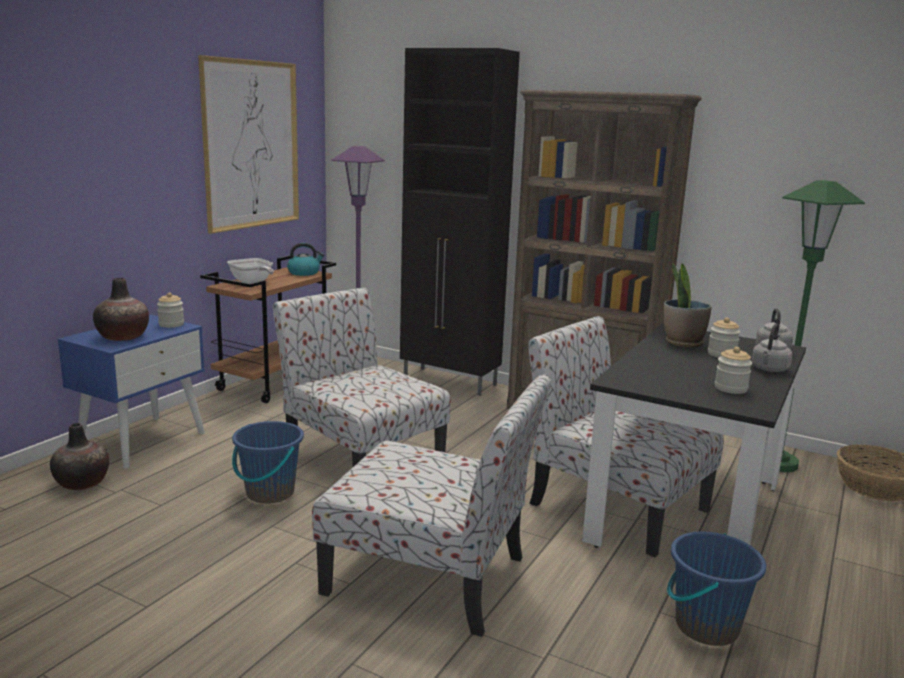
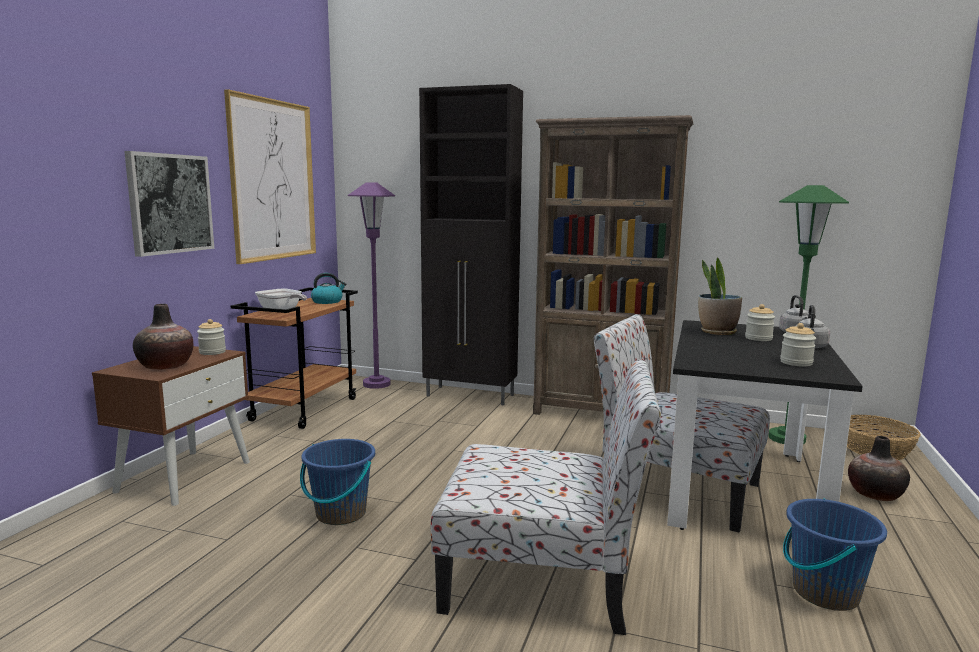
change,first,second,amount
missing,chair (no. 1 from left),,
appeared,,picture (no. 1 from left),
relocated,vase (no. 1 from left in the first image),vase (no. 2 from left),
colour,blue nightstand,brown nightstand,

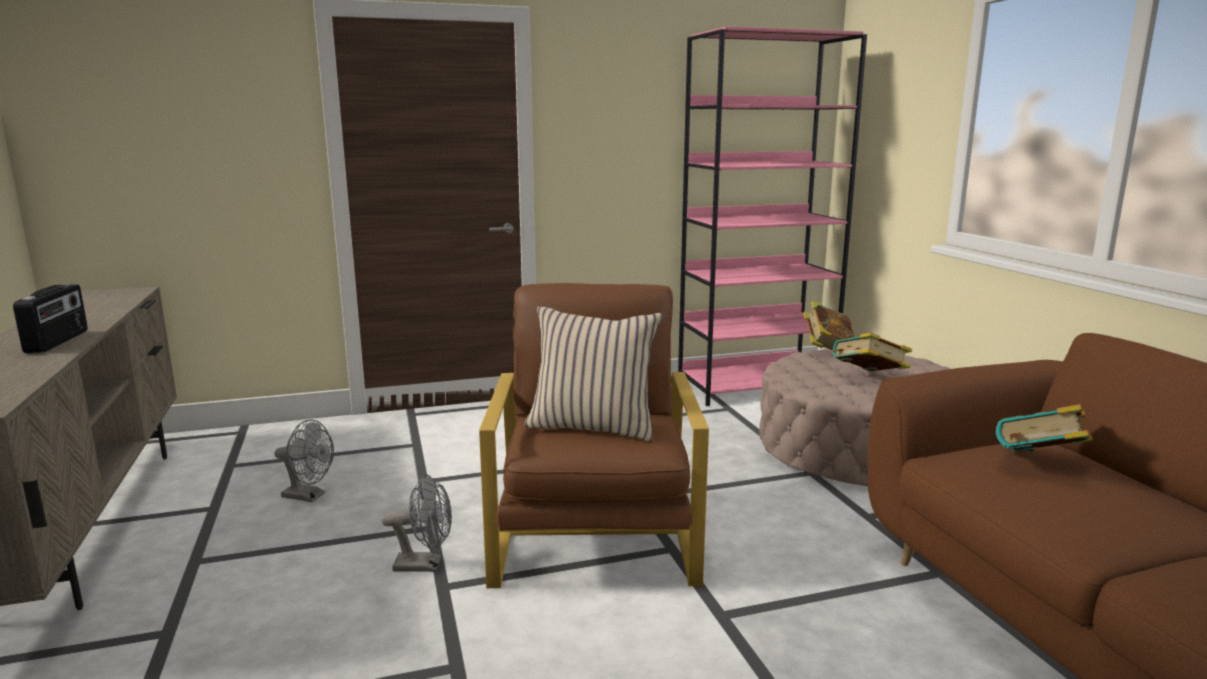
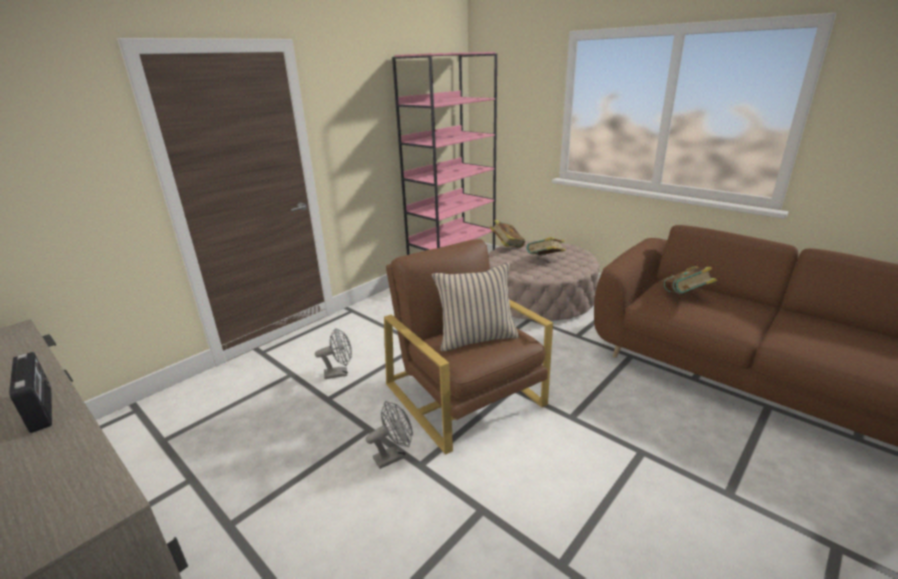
change,first,second,amount
relocated,grey fan (no. 1 from left),,

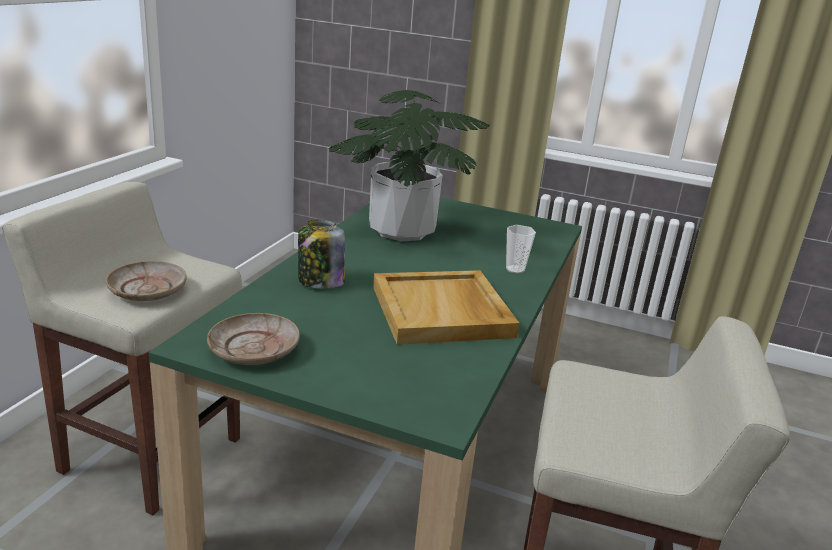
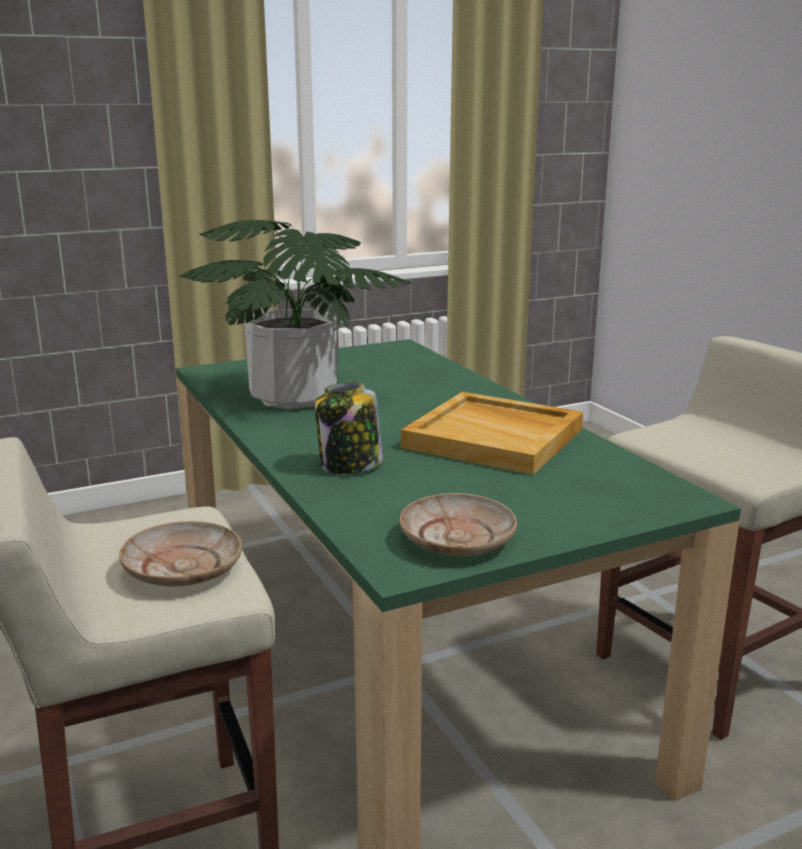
change,first,second,amount
missing,cup,,

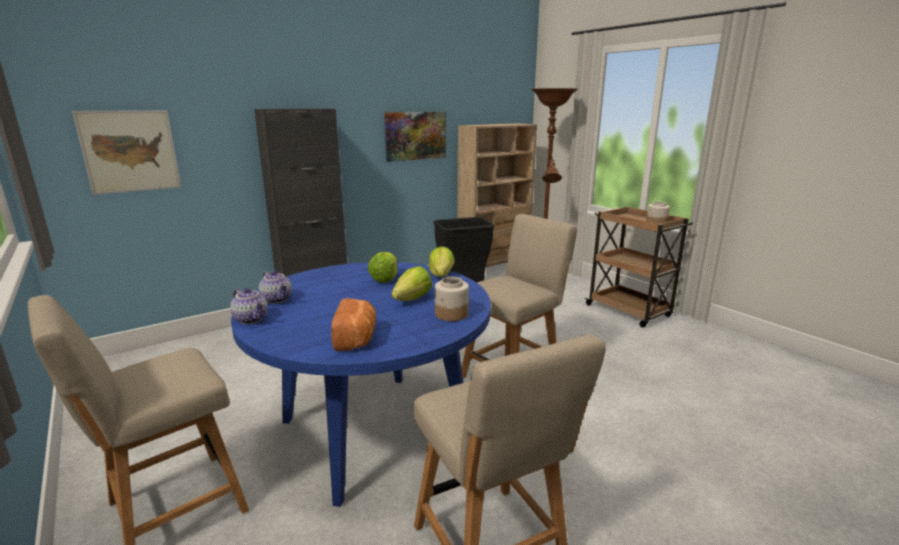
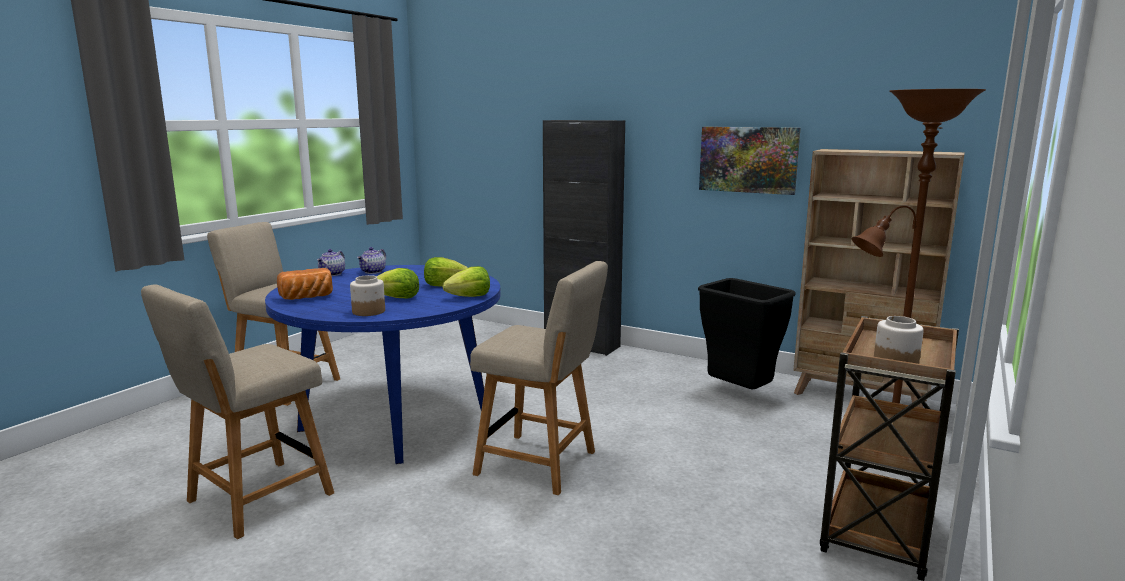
change,first,second,amount
missing,picture (no. 1 from left),,

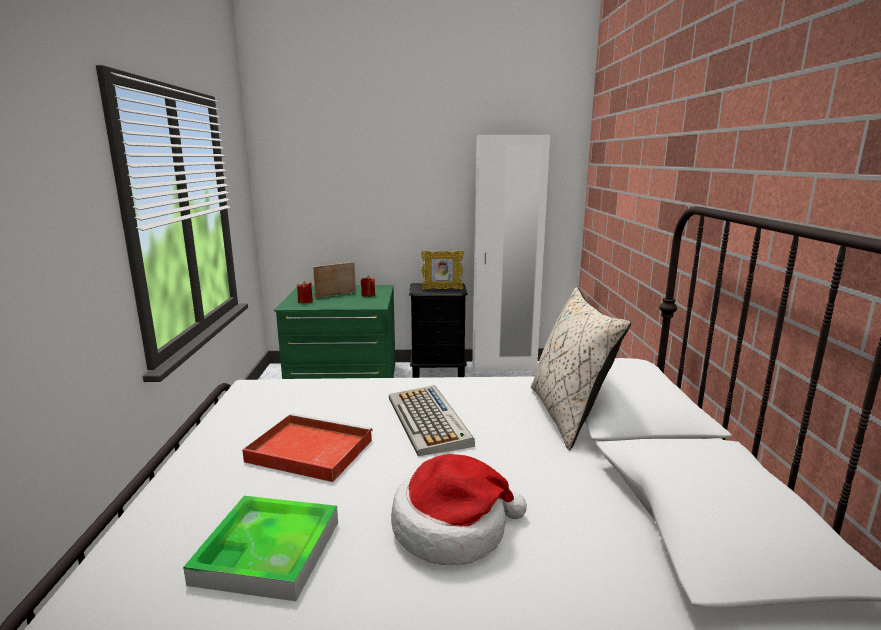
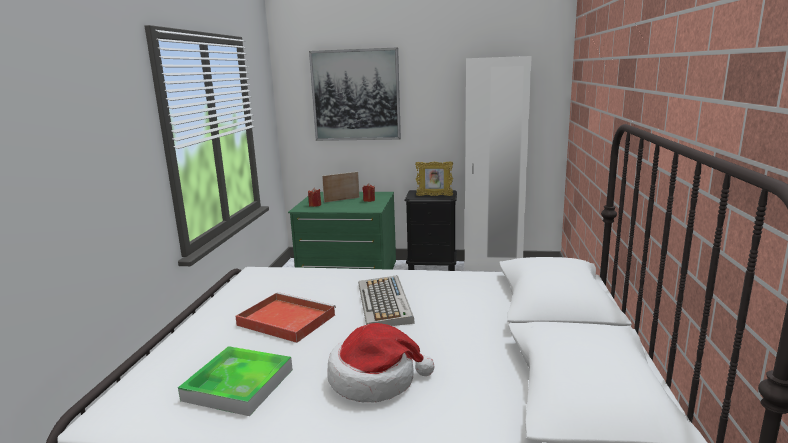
change,first,second,amount
missing,beige pillow,,
appeared,,picture,

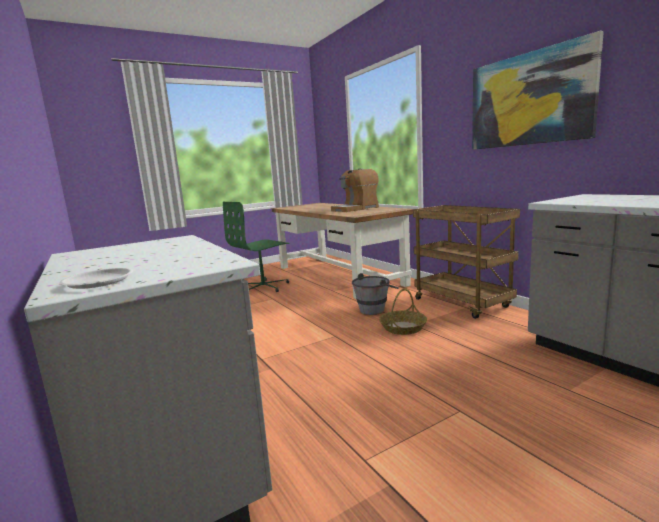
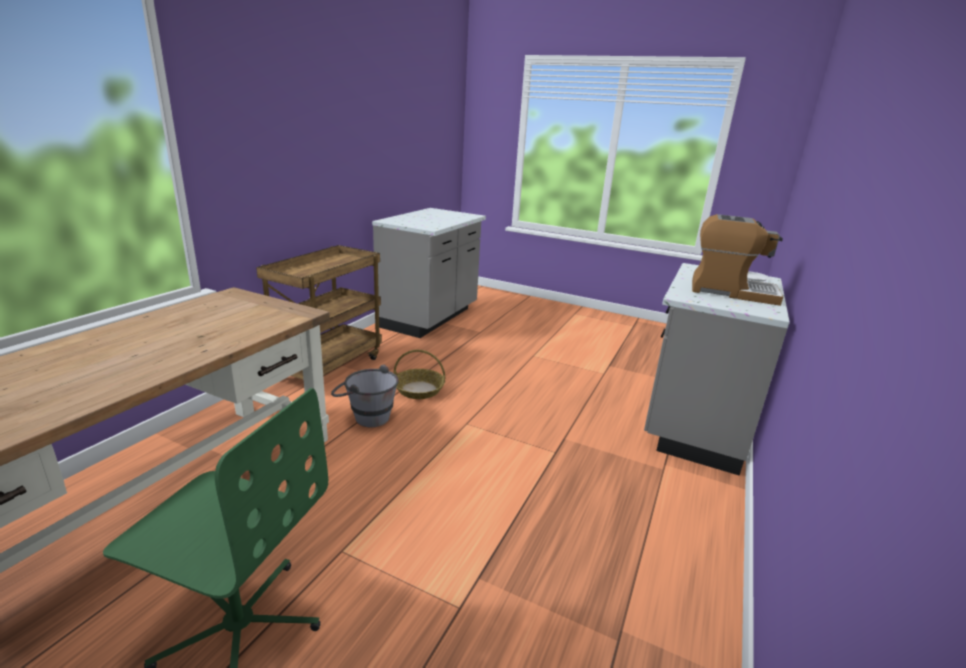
change,first,second,amount
missing,picture,,
relocated,coffee machine,,

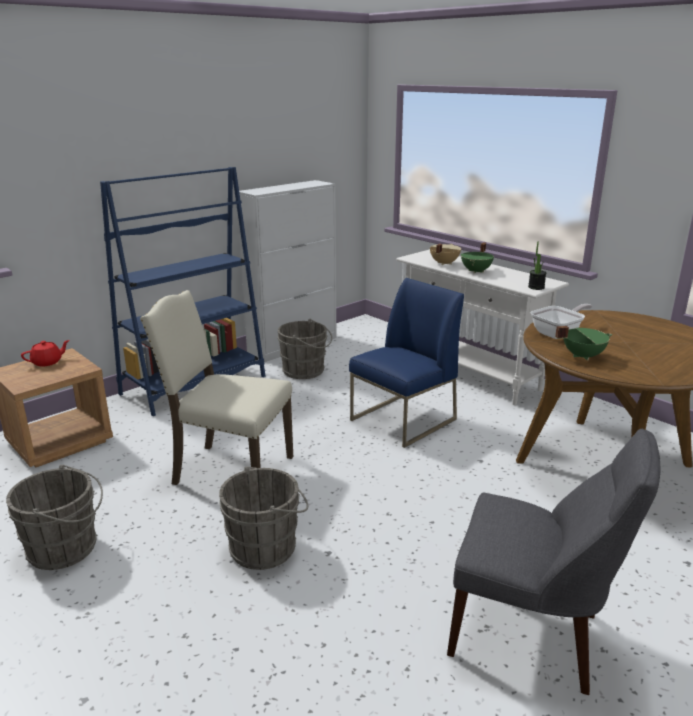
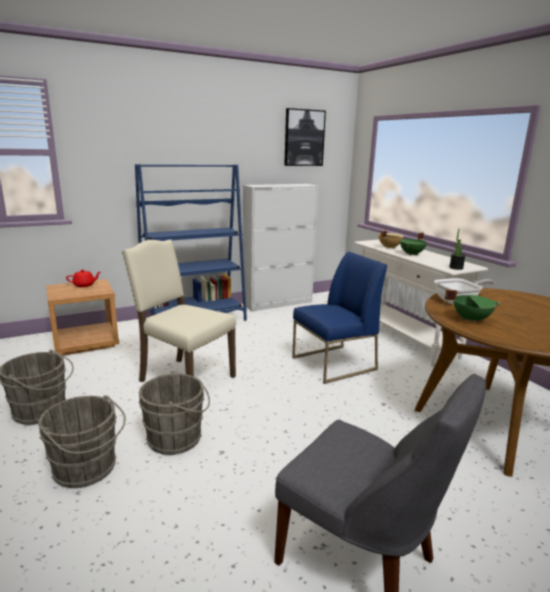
change,first,second,amount
appeared,,picture,
relocated,grey bucket (no. 3 from left in the first image),grey bucket (no. 2 from left),

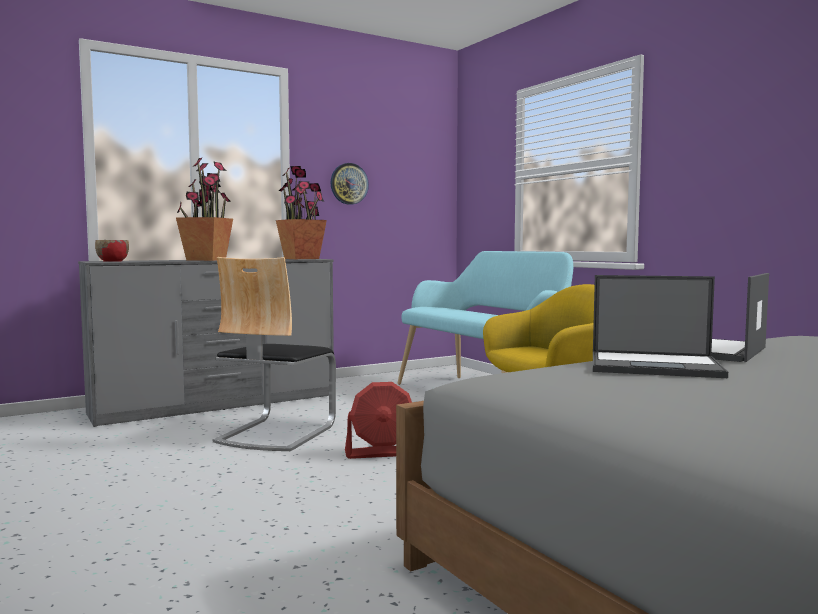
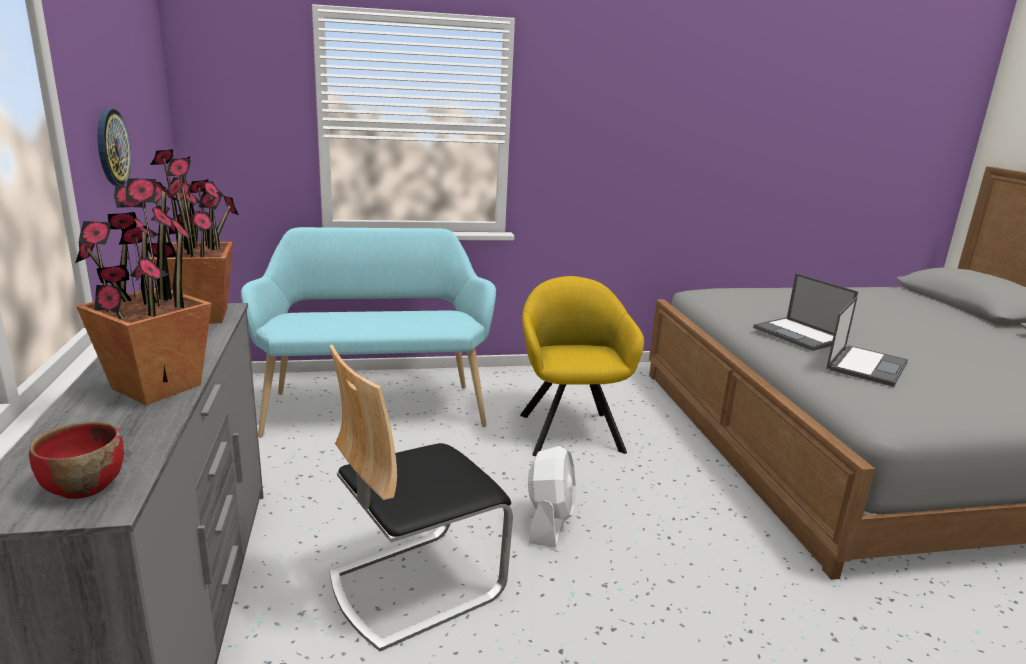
change,first,second,amount
colour,red fan,white fan,
spun,chair,,105 degrees clockwise

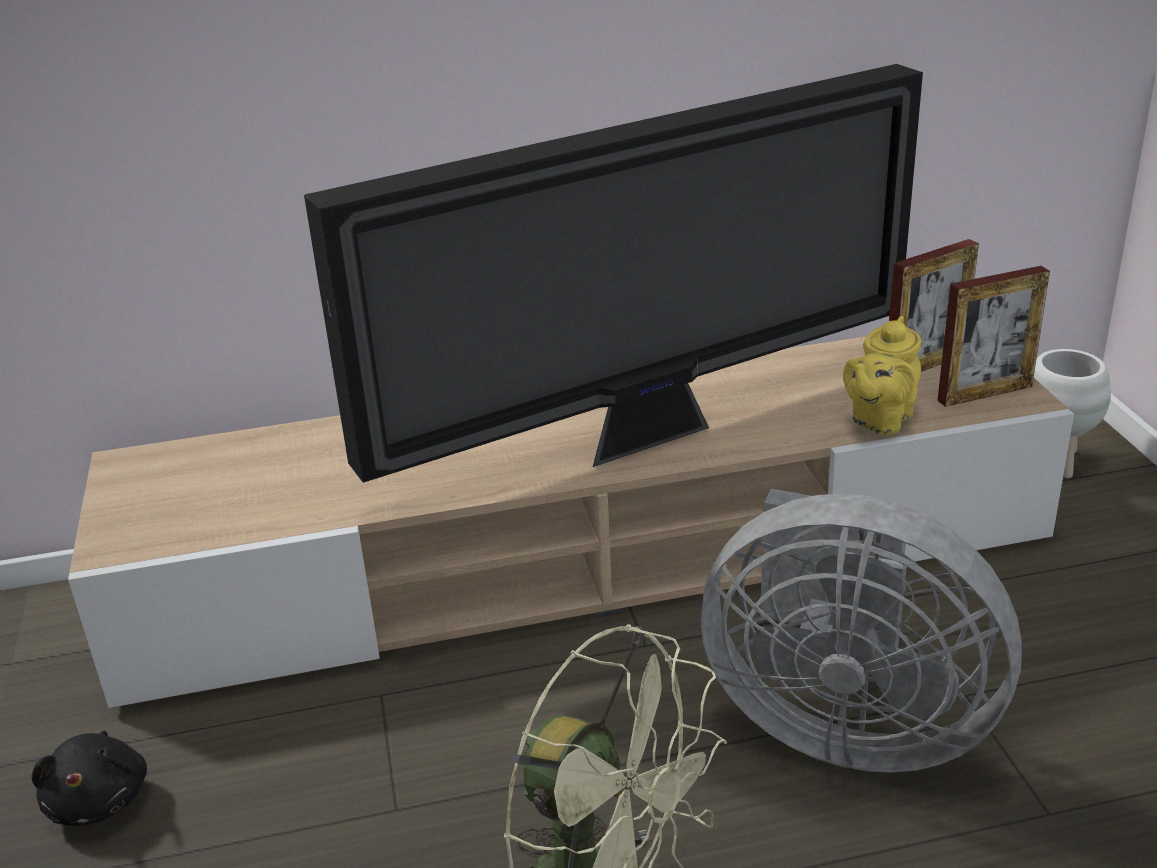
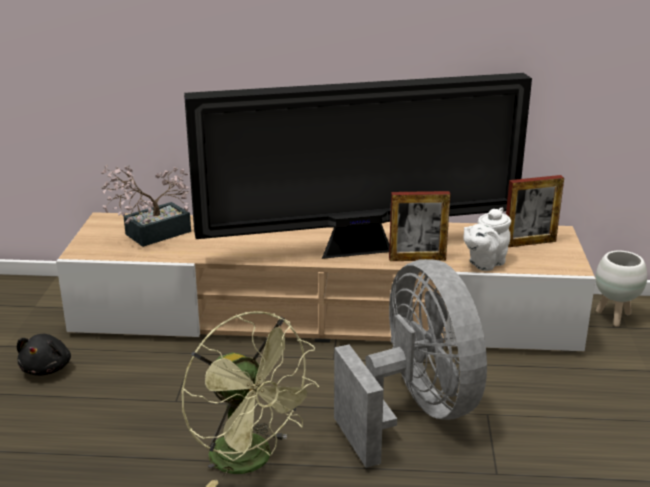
change,first,second,amount
appeared,,potted plant,
relocated,picture frame (no. 2 from left in the first image),picture frame (no. 1 from left),
colour,yellow teapot,white teapot,
spun,grey fan,,150 degrees counterclockwise

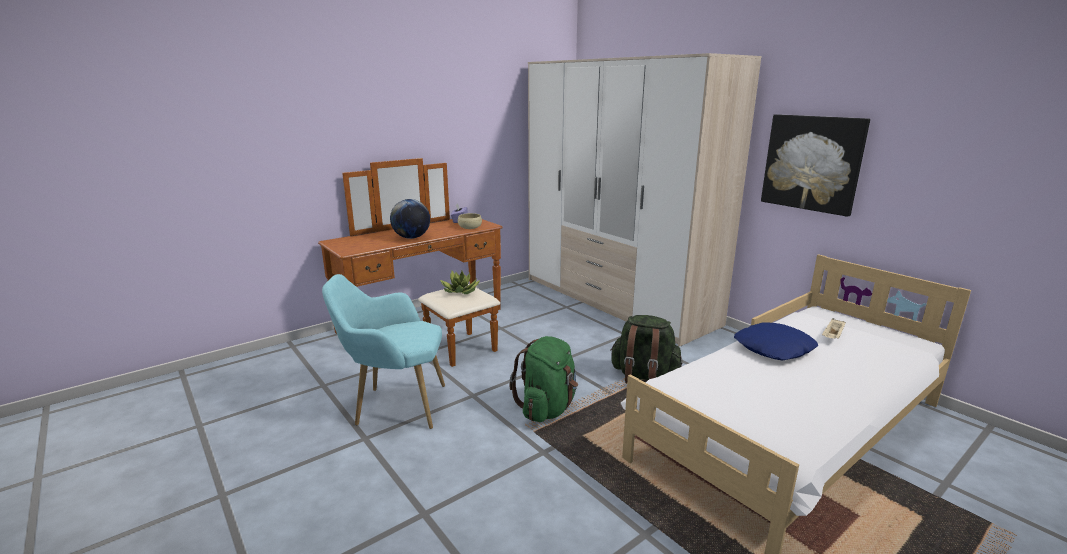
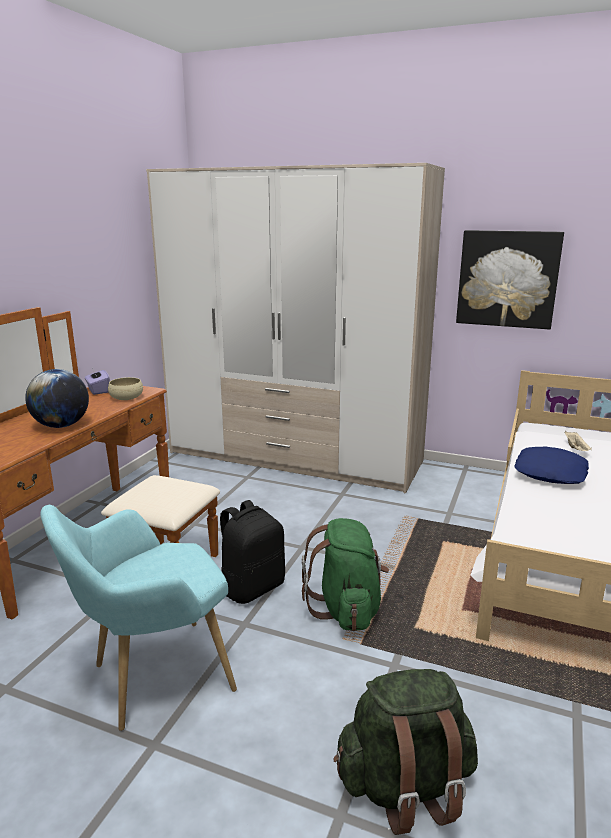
change,first,second,amount
missing,potted plant,,
appeared,,black backpack,
relocated,green backpack (no. 2 from left),,

